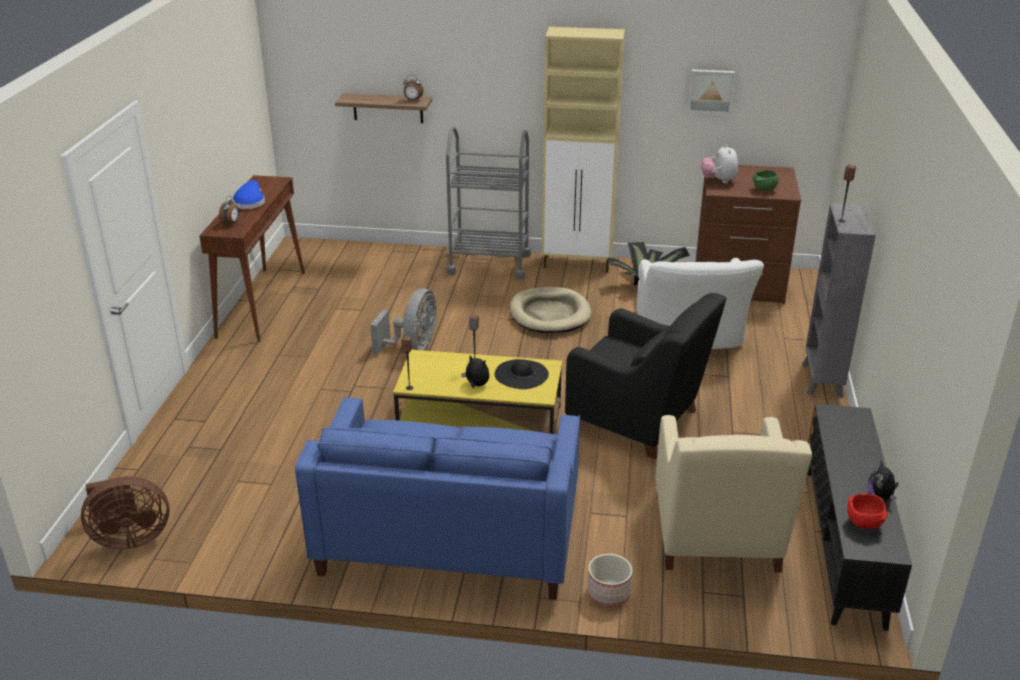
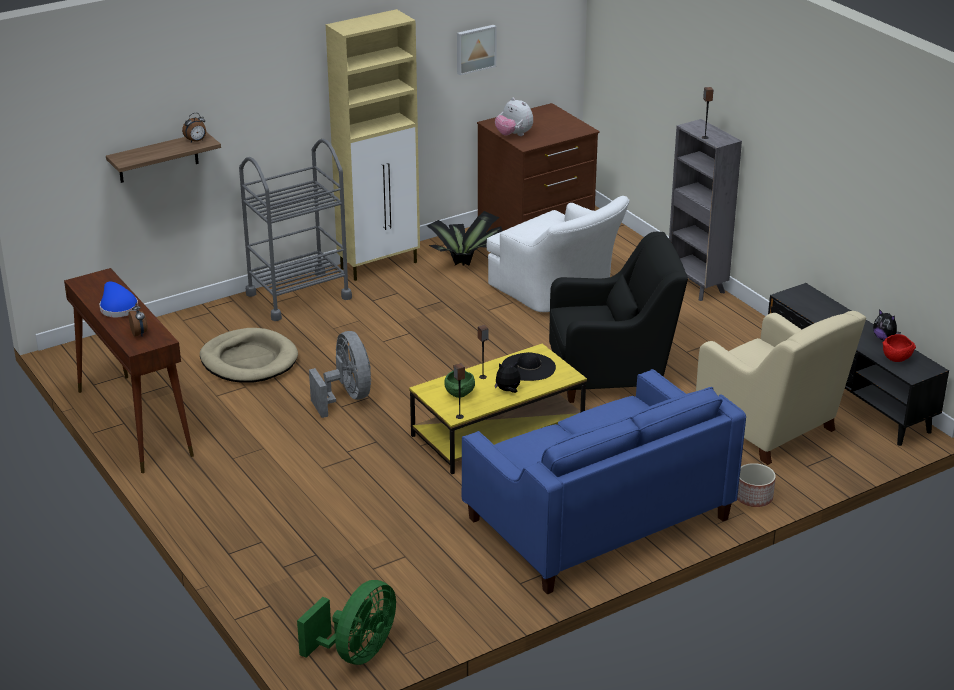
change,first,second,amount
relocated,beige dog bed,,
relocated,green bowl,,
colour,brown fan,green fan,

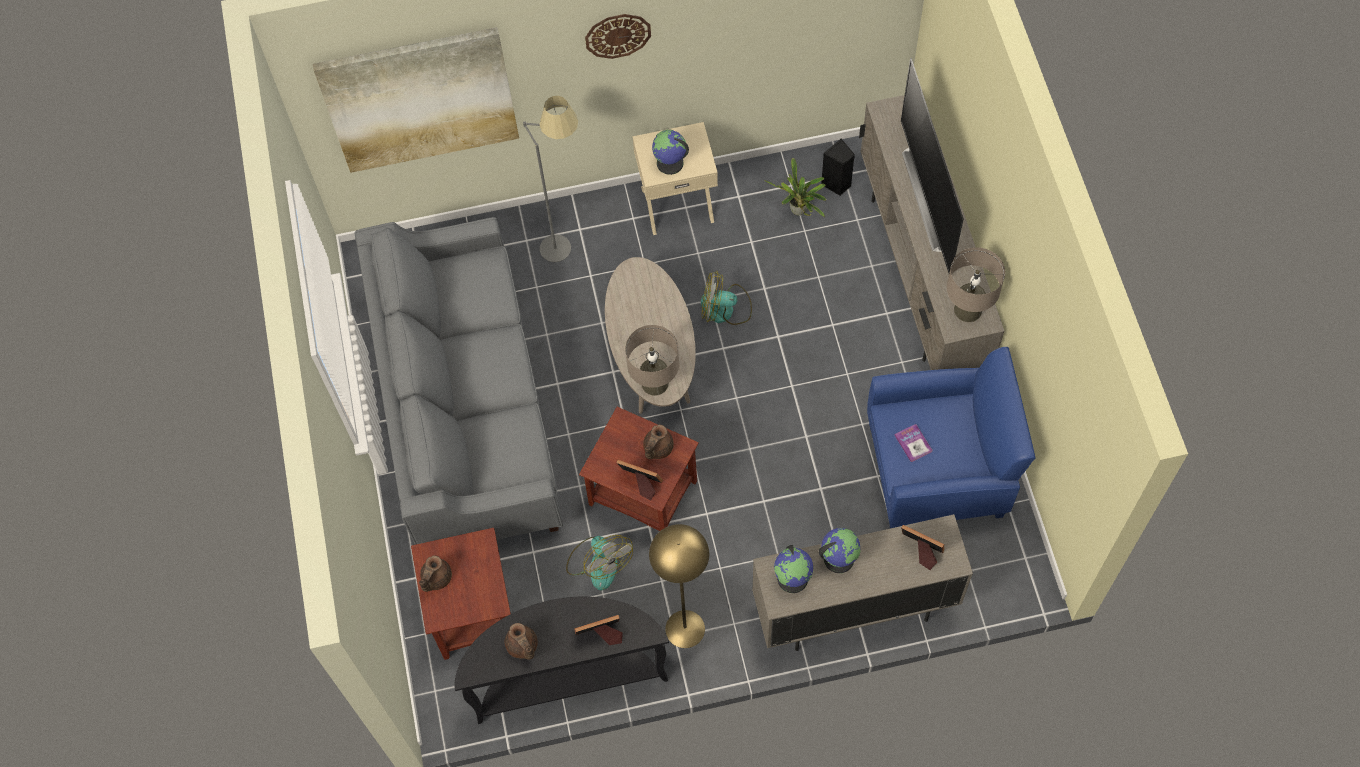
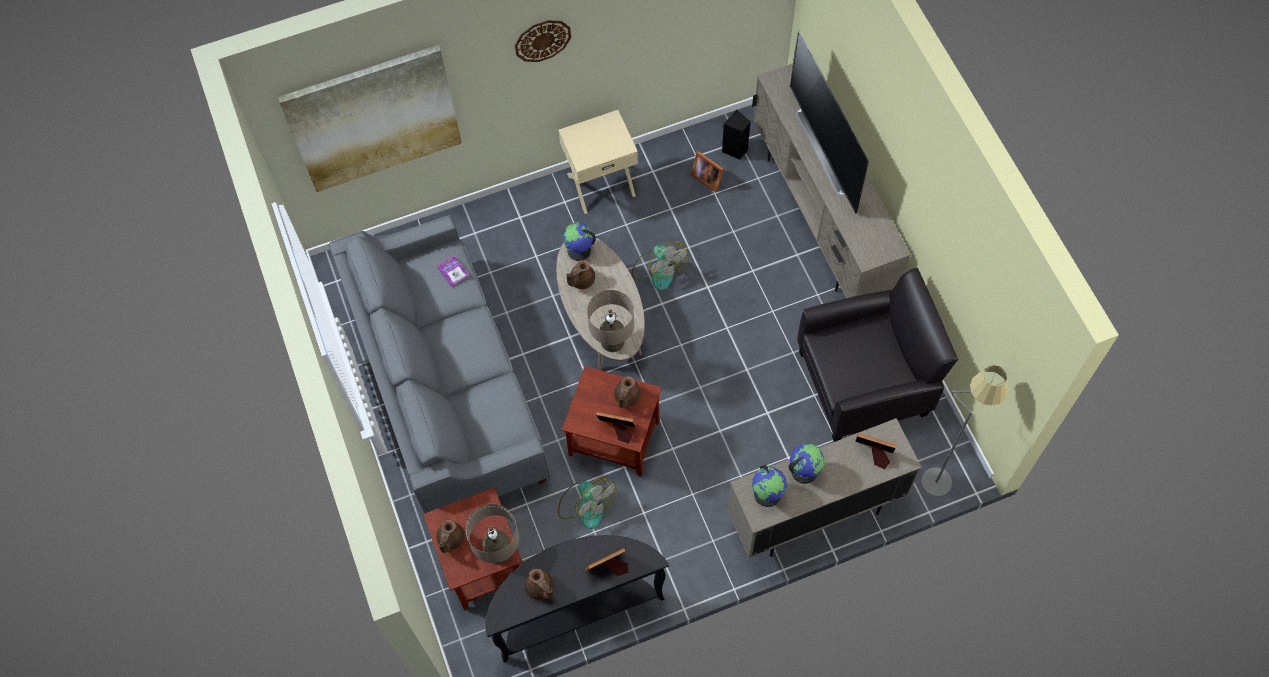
change,first,second,amount
missing,yellow floor lamp,,
appeared,,brown teapot (no. 3 from left),
relocated,grey floor lamp,,
relocated,globe (no. 1 from left),,
relocated,book,,
relocated,beige table lamp (no. 2 from left in the first image),beige table lamp (no. 1 from left),
exchanged,potted plant,picture frame (no. 3 from left),
colour,blue armchair,black armchair,
spun,fan (no. 2 from left),,120 degrees counterclockwise

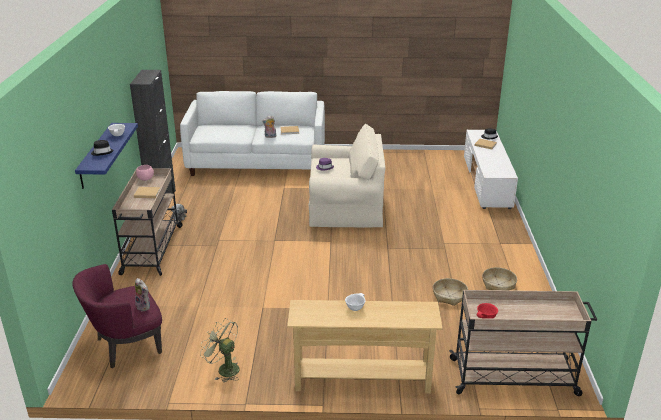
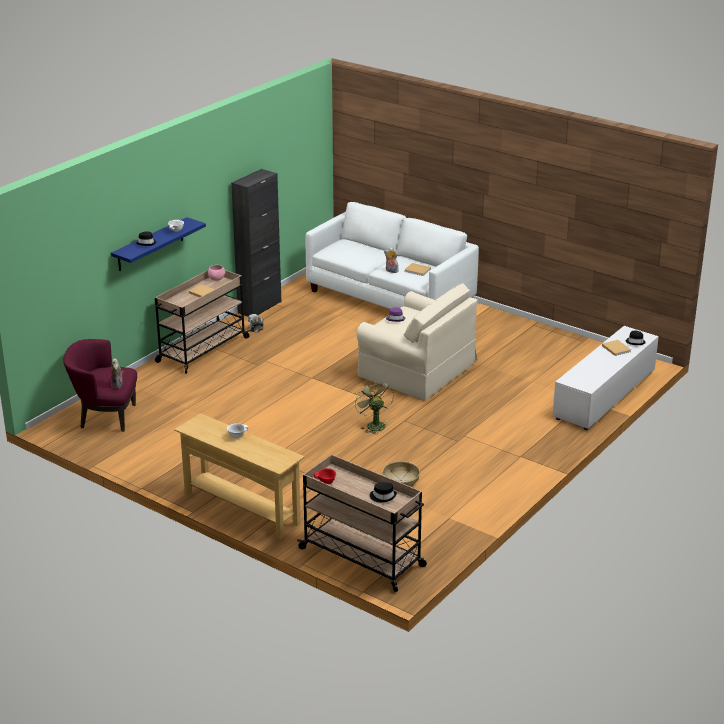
change,first,second,amount
missing,basket (no. 2 from left),,
appeared,,black hat (no. 2 from left),
relocated,green fan,,

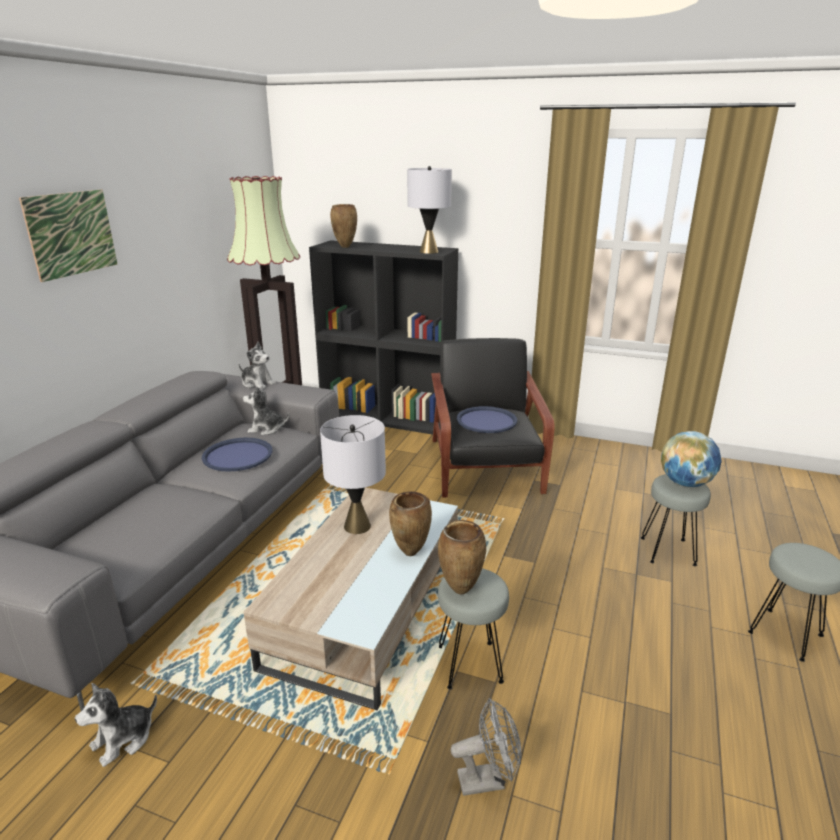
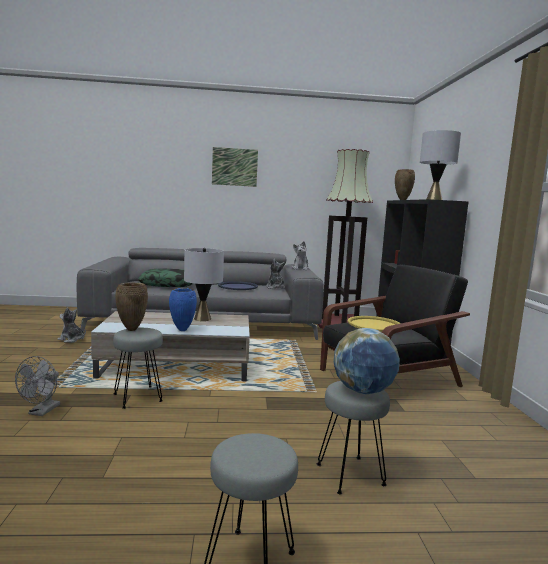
change,first,second,amount
appeared,,pillow,
colour,brown vase (no. 2 from left),blue vase,
colour,blue tray (no. 2 from left),yellow tray,
spun,grey fan,,45 degrees clockwise

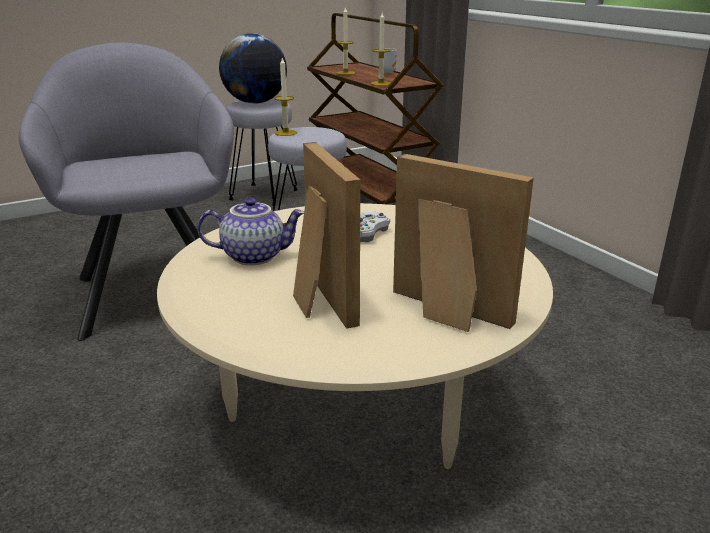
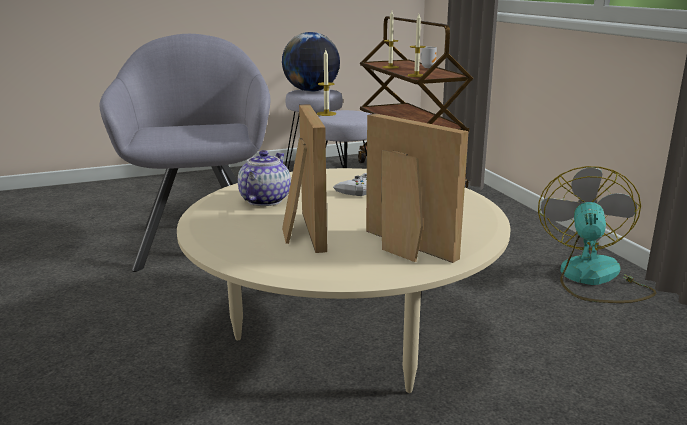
change,first,second,amount
appeared,,fan,
spun,teapot,,75 degrees counterclockwise

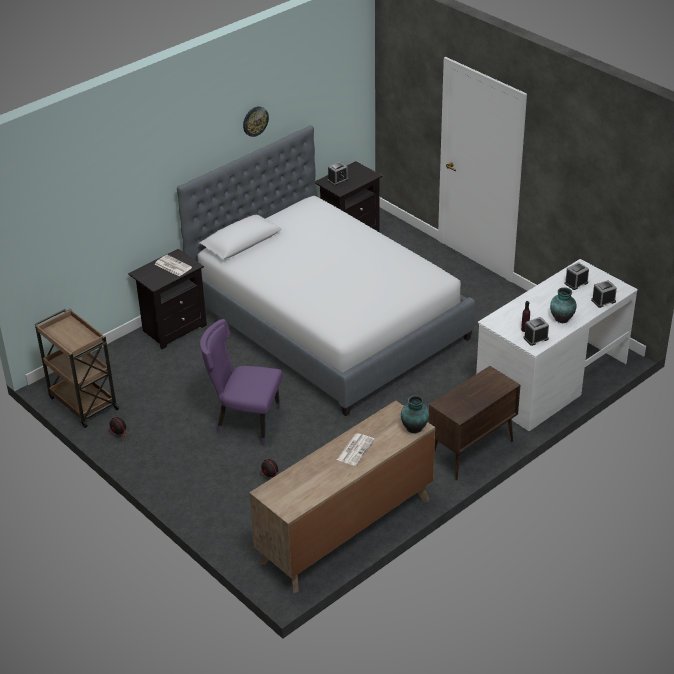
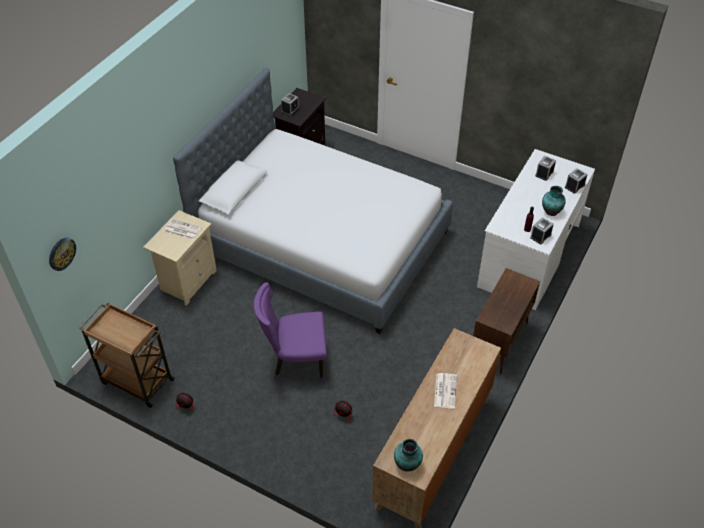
change,first,second,amount
relocated,wall clock,,
relocated,vase (no. 1 from left),,
colour,black nightstand (no. 1 from left),beige nightstand,

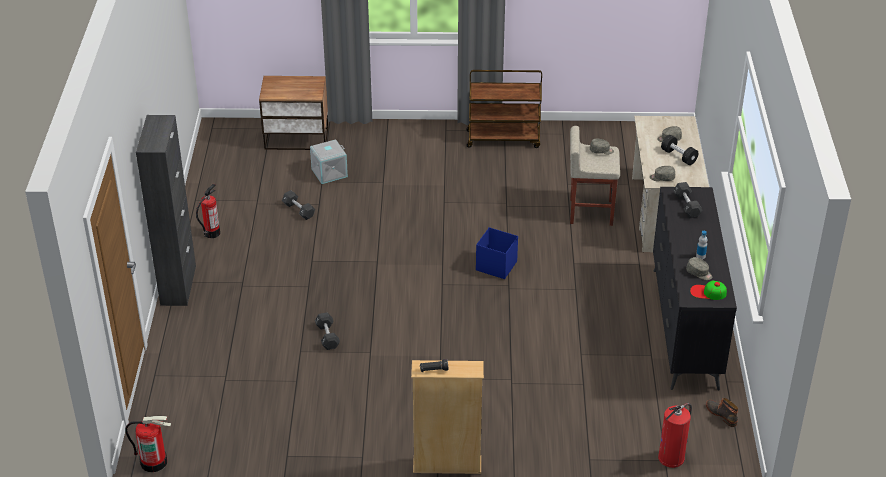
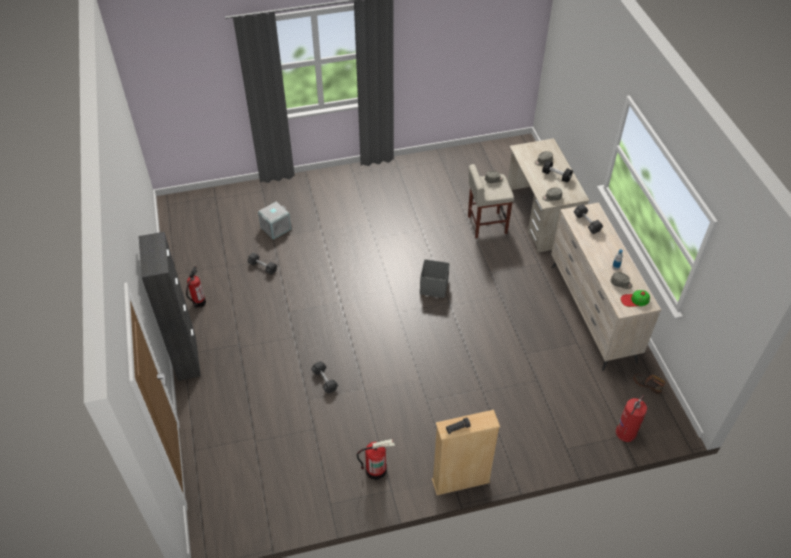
change,first,second,amount
missing,nightstand,,
missing,brown cart,,
relocated,fire extinguisher (no. 1 from left in the first image),fire extinguisher (no. 2 from left),
colour,blue storage box,grey storage box (no. 2 from left),
colour,black dresser,beige dresser,

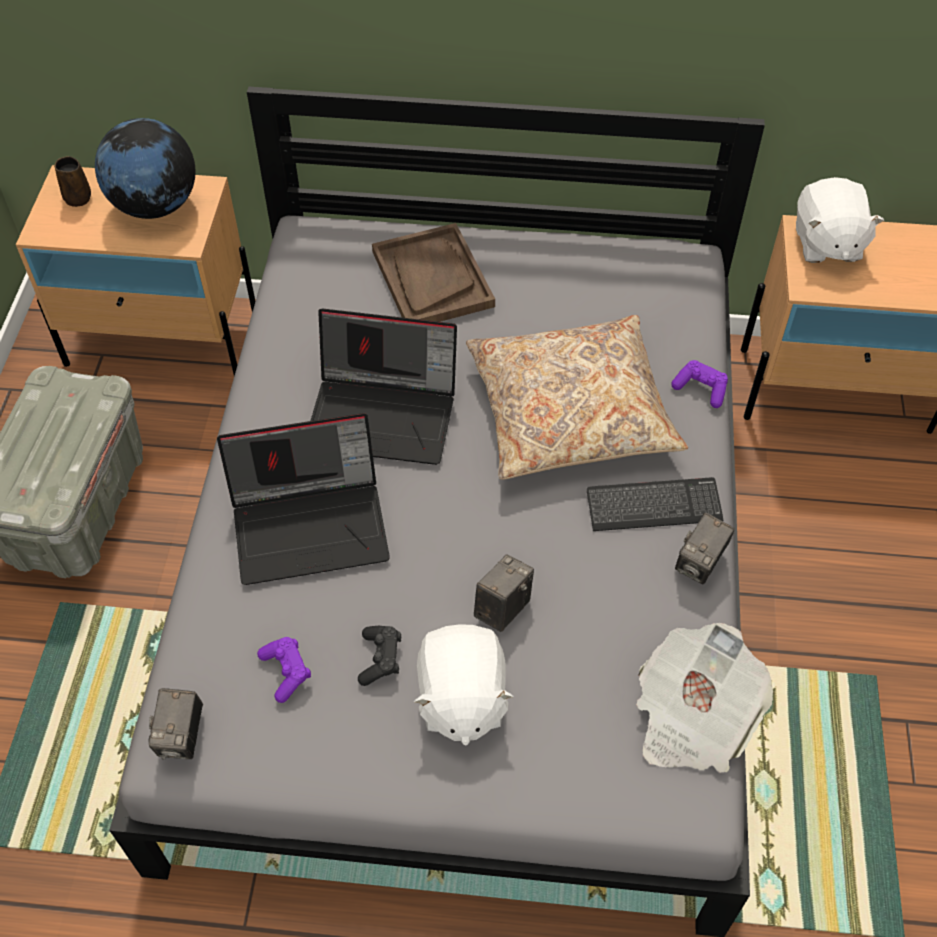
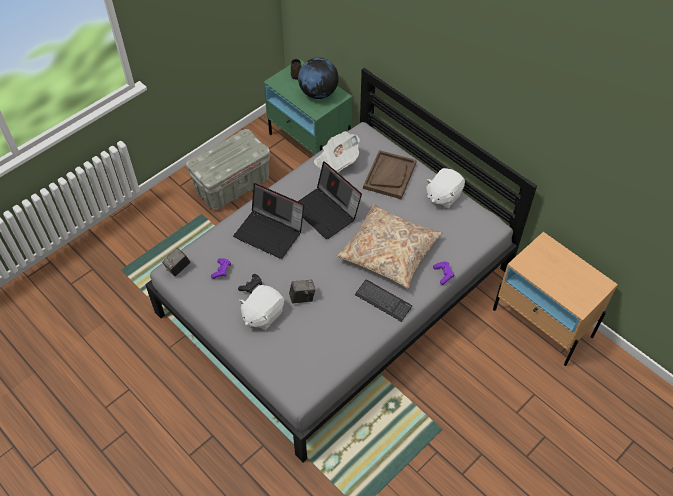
change,first,second,amount
missing,photo camera (no. 3 from left),,
relocated,newspaper,,
relocated,white plush toy (no. 2 from left),,
colour,beige nightstand (no. 1 from left),green nightstand,

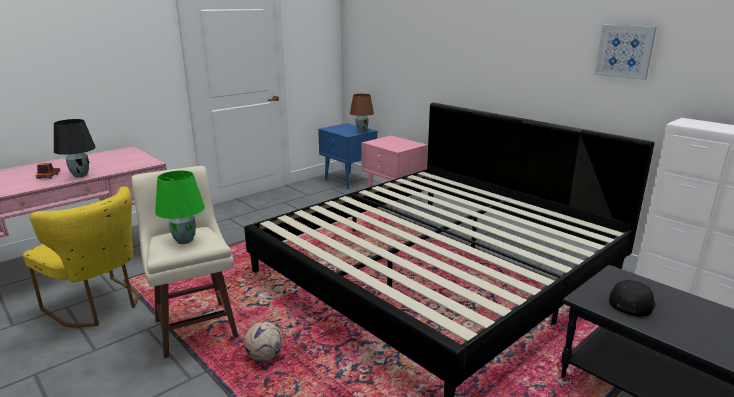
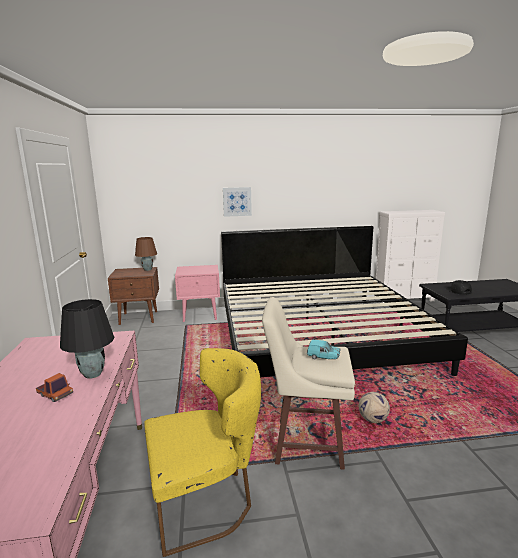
change,first,second,amount
relocated,picture,,
exchanged,green table lamp,turquoise toy car,
colour,blue nightstand,brown nightstand,

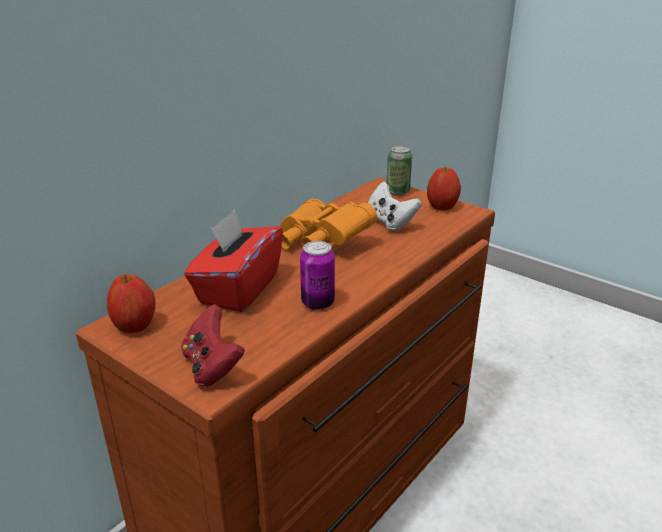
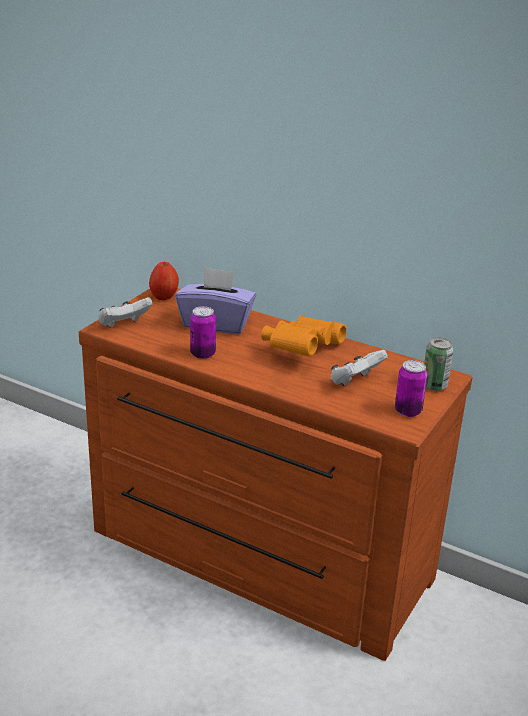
change,first,second,amount
exchanged,apple (no. 2 from left),can (no. 2 from left),
colour,red game controller,white game controller (no. 1 from left),
colour,red tissue box,purple tissue box,

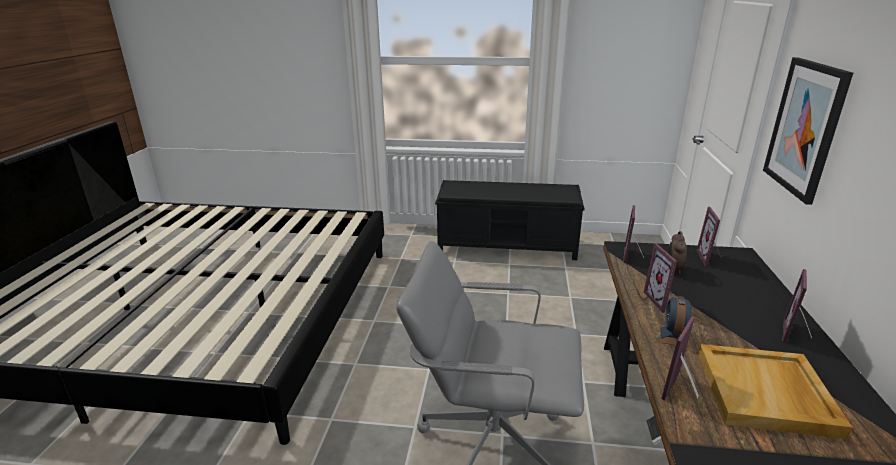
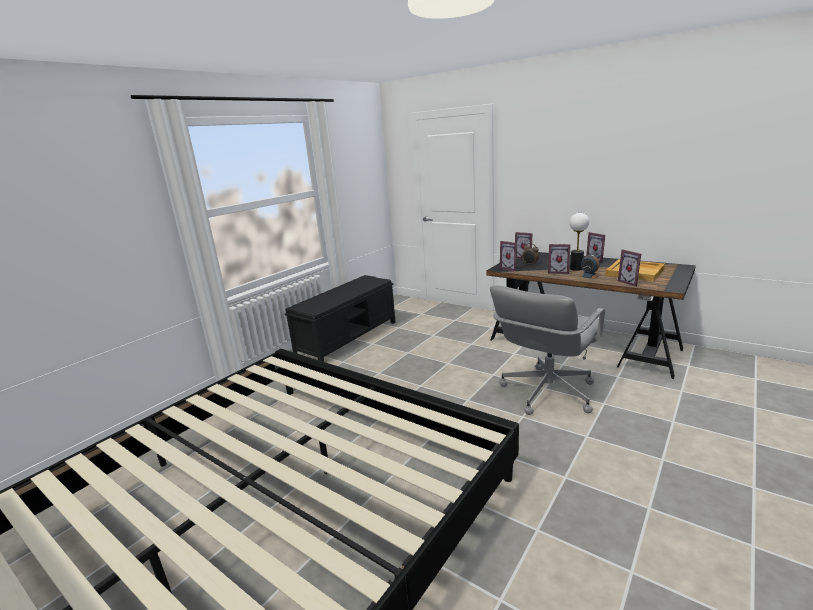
change,first,second,amount
missing,picture,,
appeared,,table lamp,

